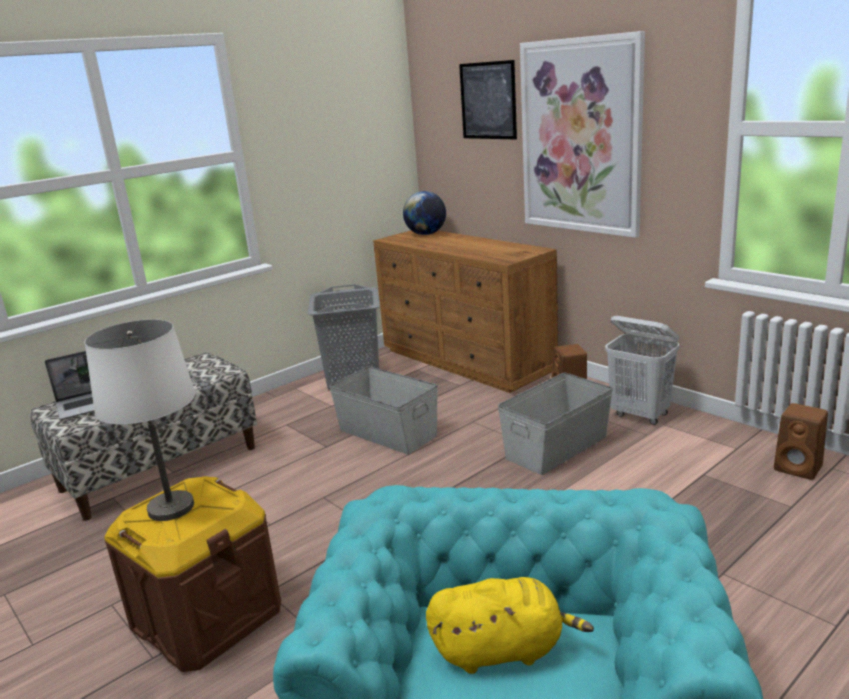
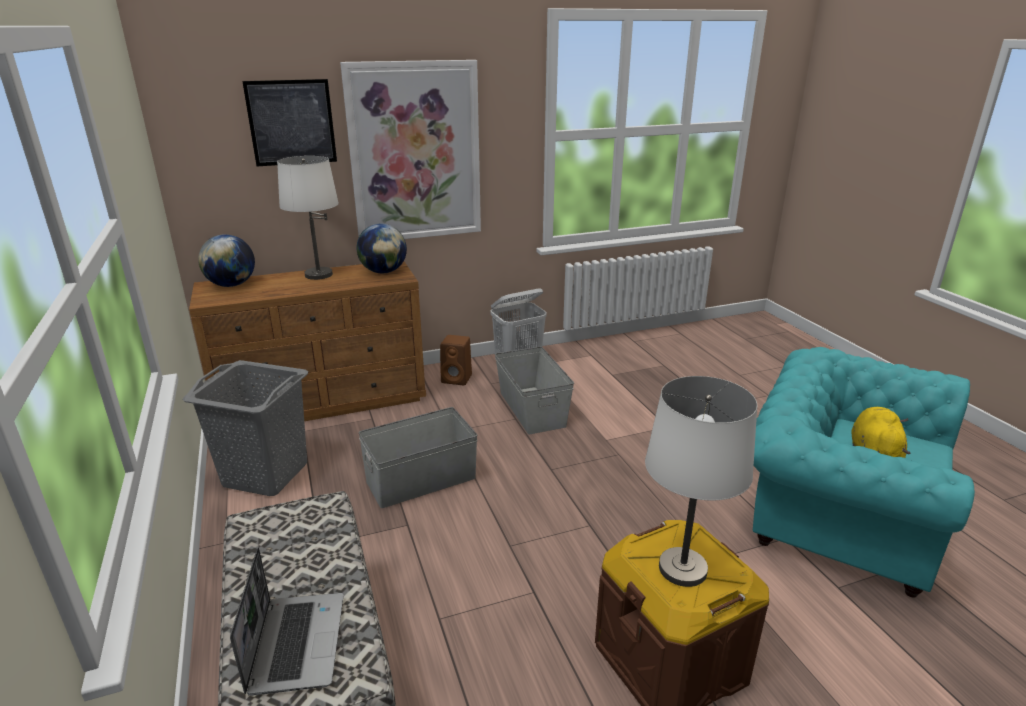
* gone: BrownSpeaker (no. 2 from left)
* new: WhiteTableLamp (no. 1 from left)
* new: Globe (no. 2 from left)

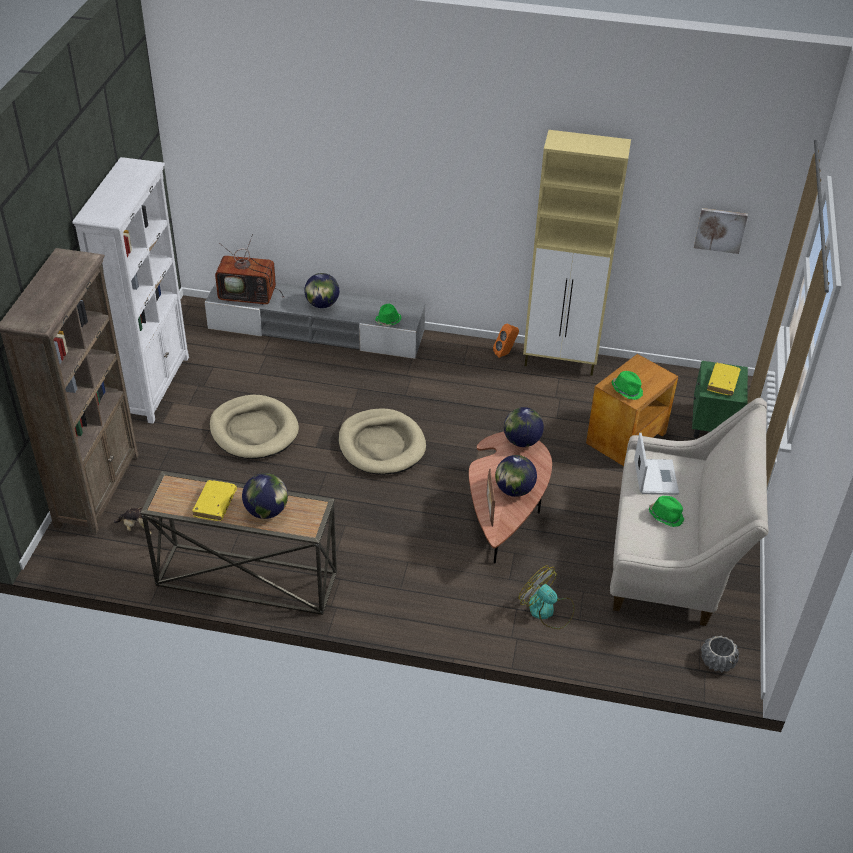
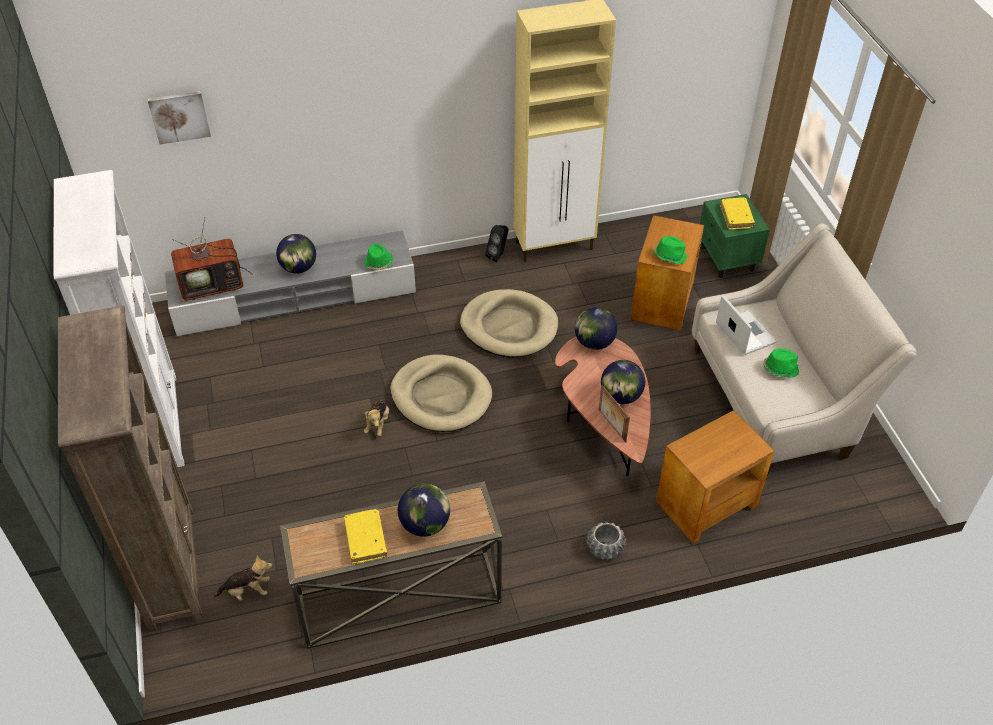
* new: PlushToy (no. 2 from left)
* shifted: BeigeDogBed (no. 1 from left in the first image) to BeigeDogBed (no. 2 from left)
* shifted: Picture
* shifted: GreyPlanter
* swapped: Fan to BrownSideTable (no. 2 from left)
* repainted: OrangeSpeaker to BlackSpeaker

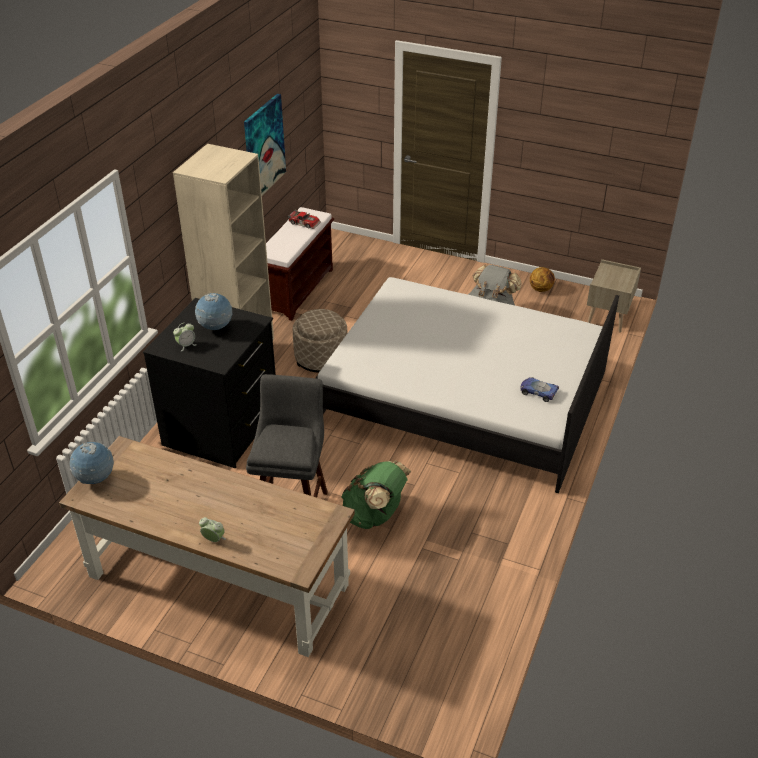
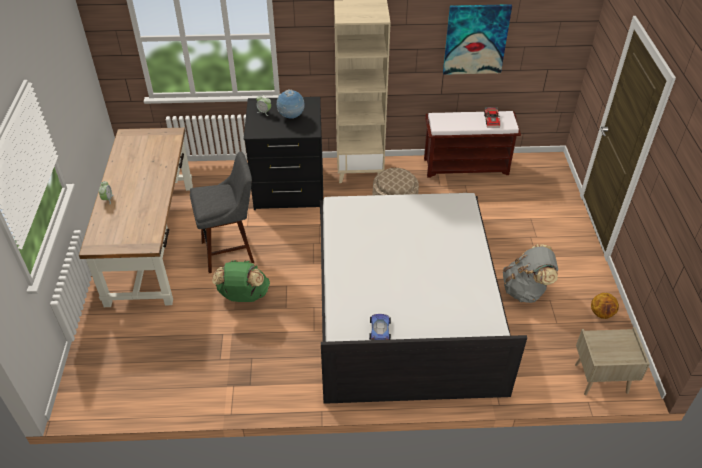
* gone: Globe (no. 1 from left)

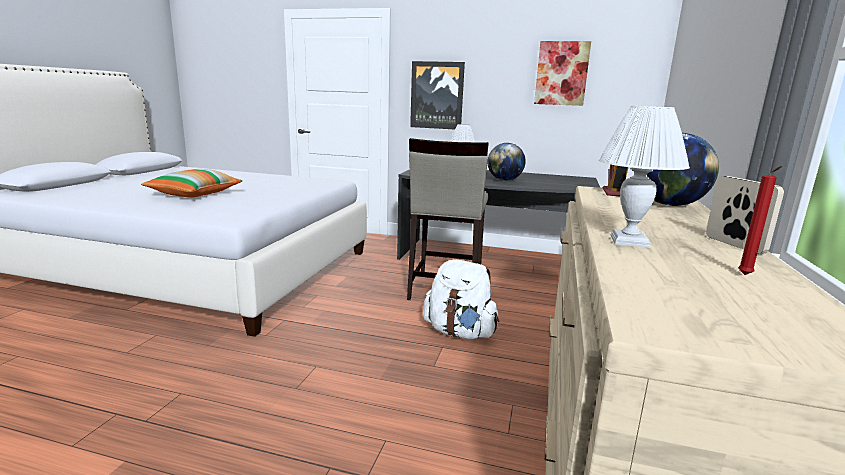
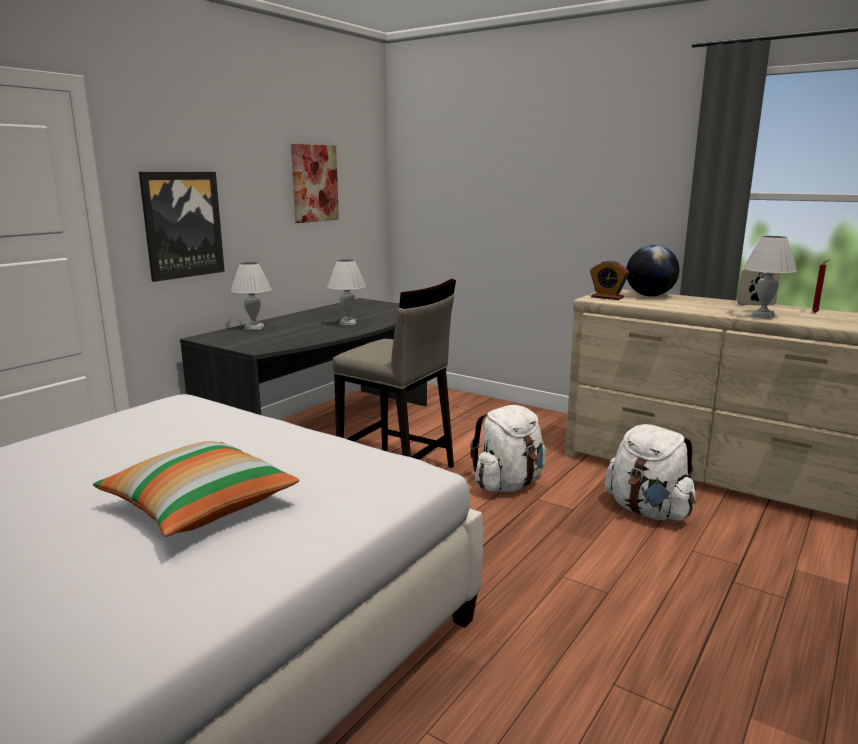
* new: WhiteBackpack (no. 2 from left)
* swapped: Globe (no. 1 from left) to WhiteTableLamp (no. 2 from left)

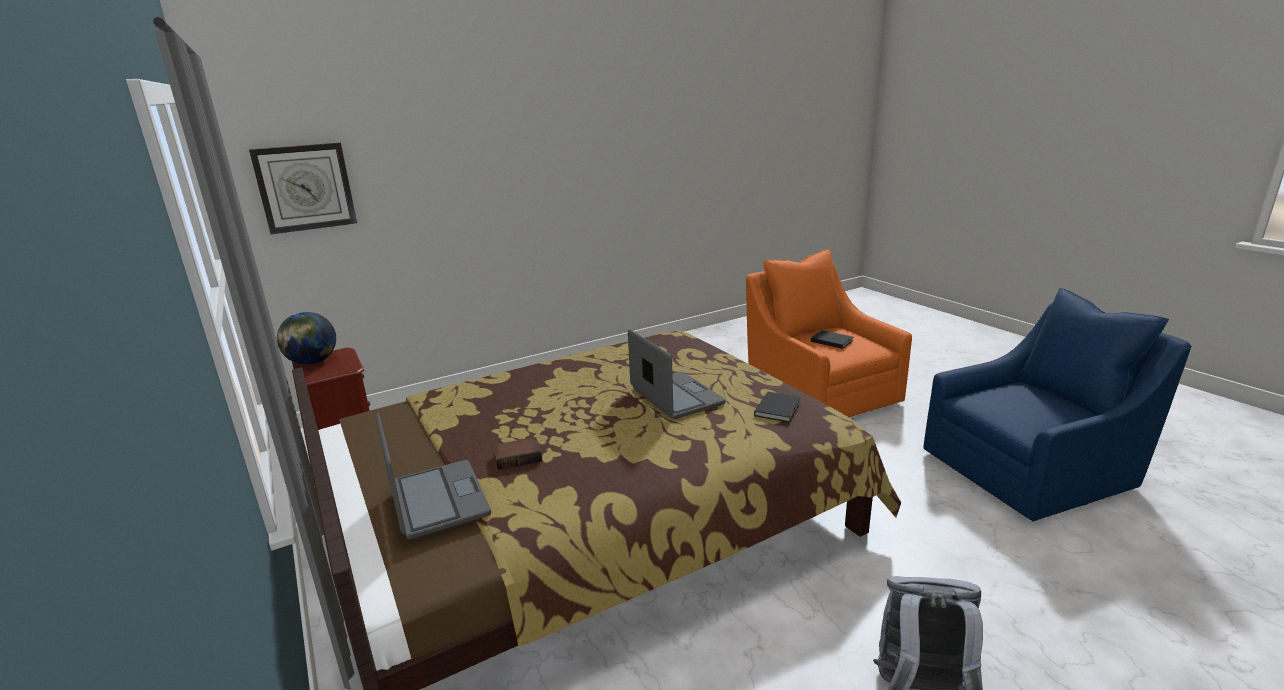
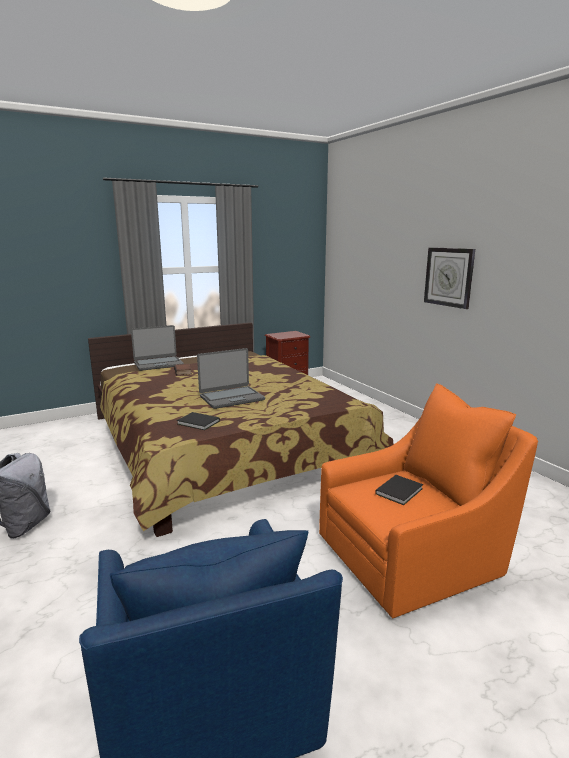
* gone: Globe
* shifted: WallClock

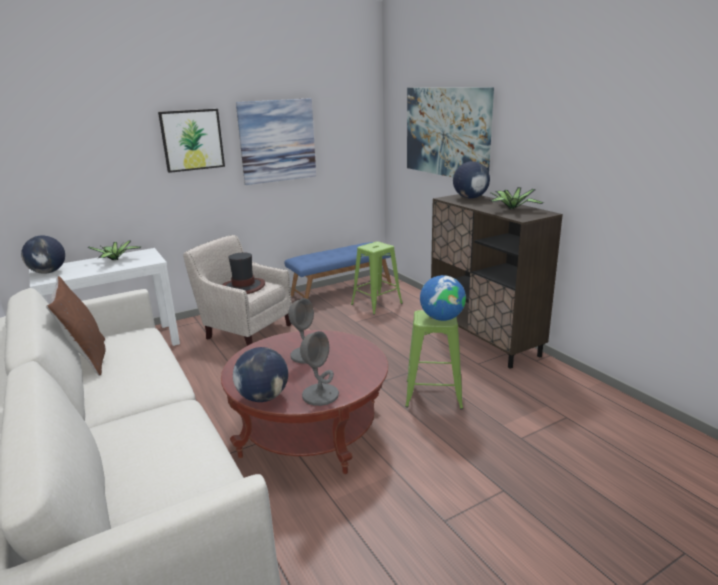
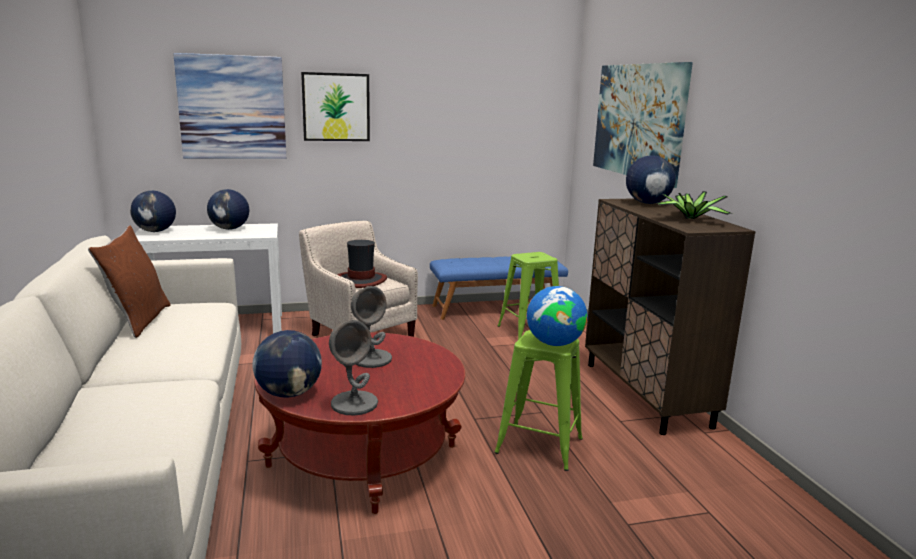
* shifted: Picture (no. 2 from left in the first image) to Picture (no. 1 from left)
* swapped: PottedPlant (no. 1 from left) to Globe (no. 2 from left)

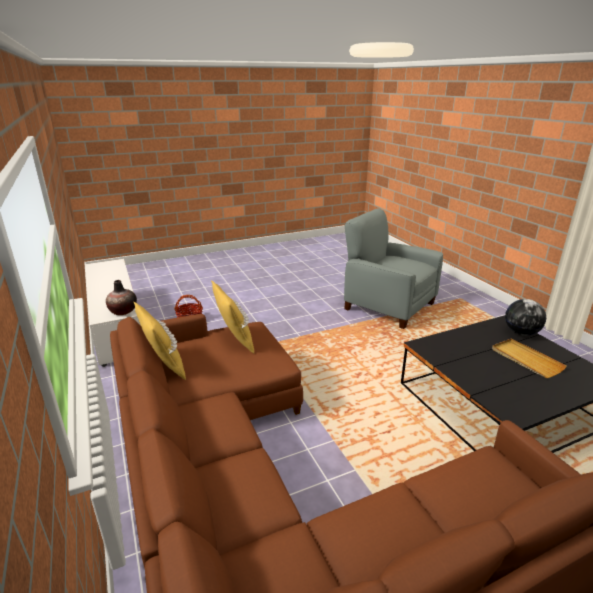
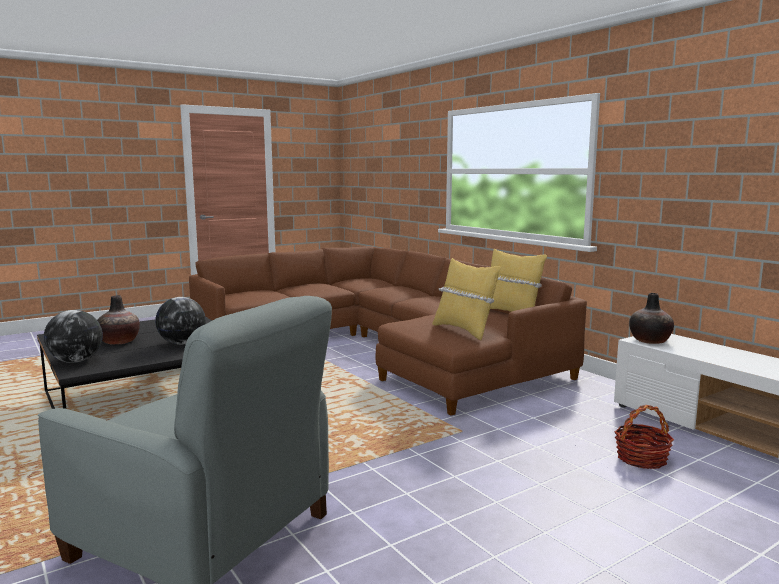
* new: Globe (no. 2 from left)
* swapped: BeigeTray to Vase (no. 1 from left)

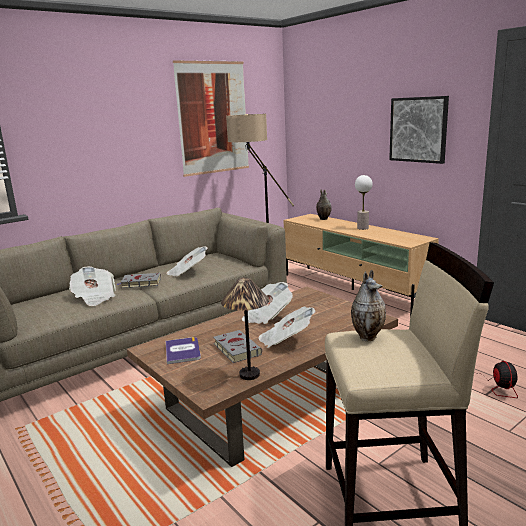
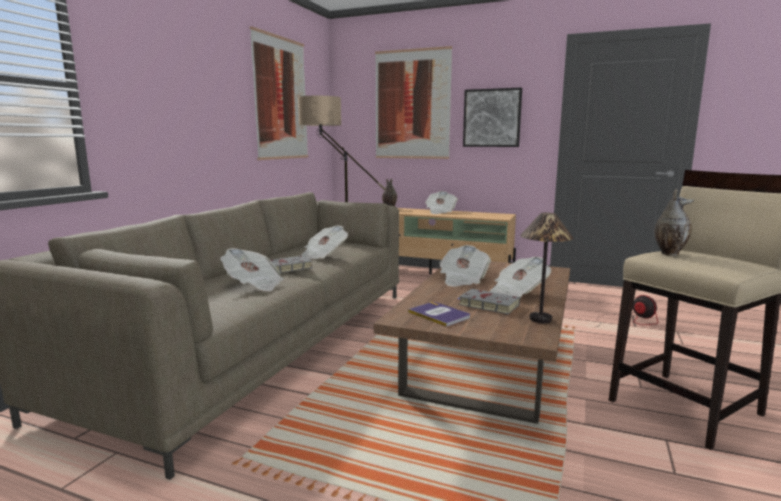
* new: Picture (no. 2 from left)
* swapped: TableLamp (no. 2 from left) to Newspaper (no. 3 from left)

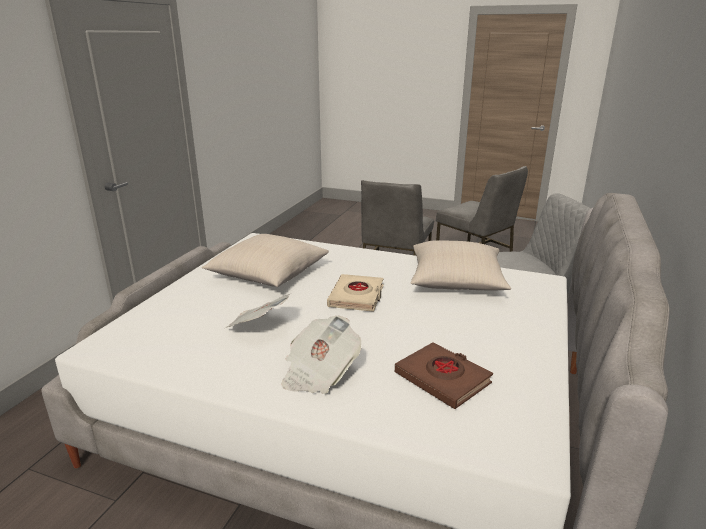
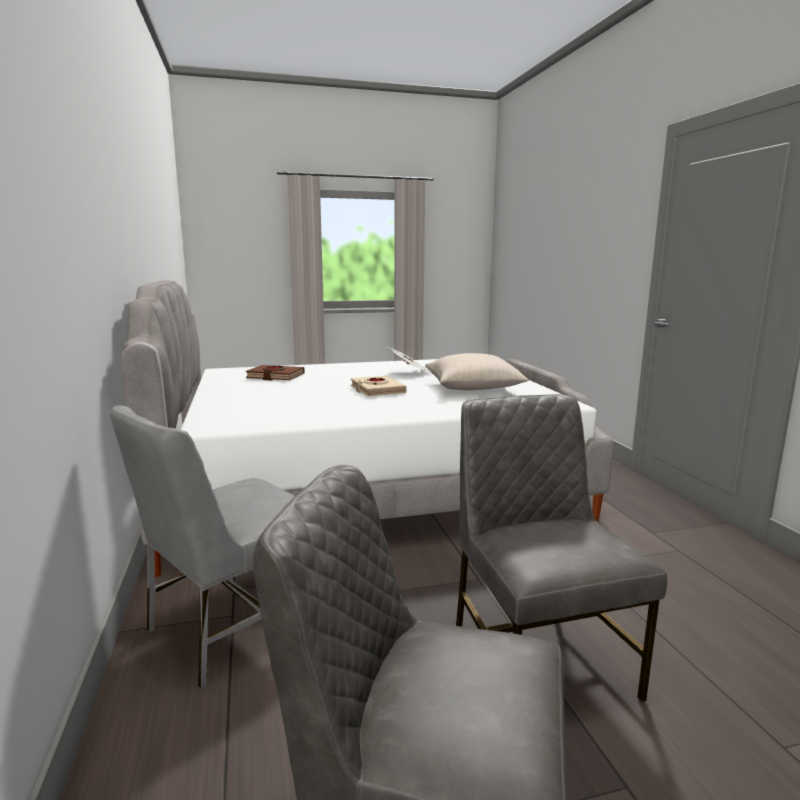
* gone: Newspaper (no. 2 from left)
* gone: BeigePillow (no. 2 from left)

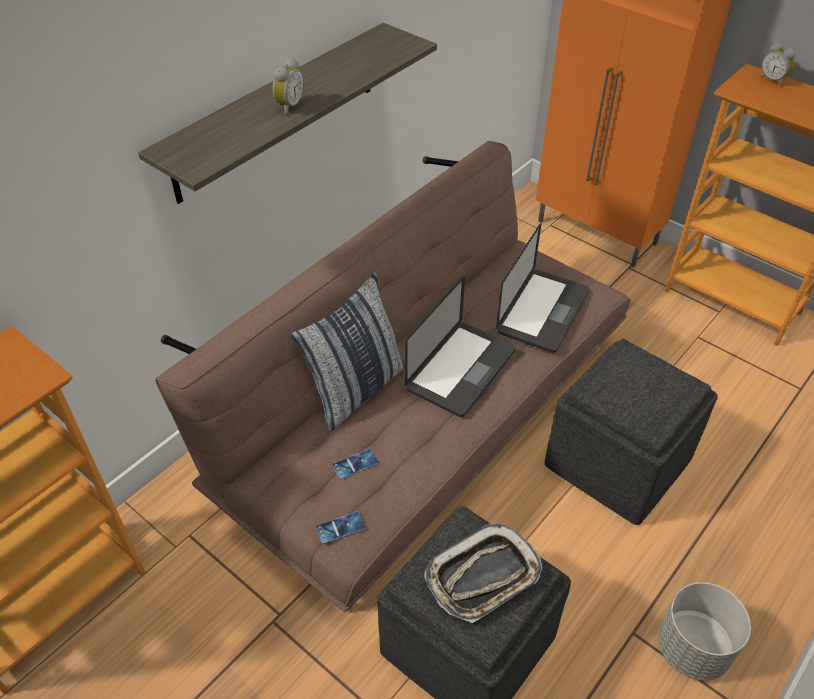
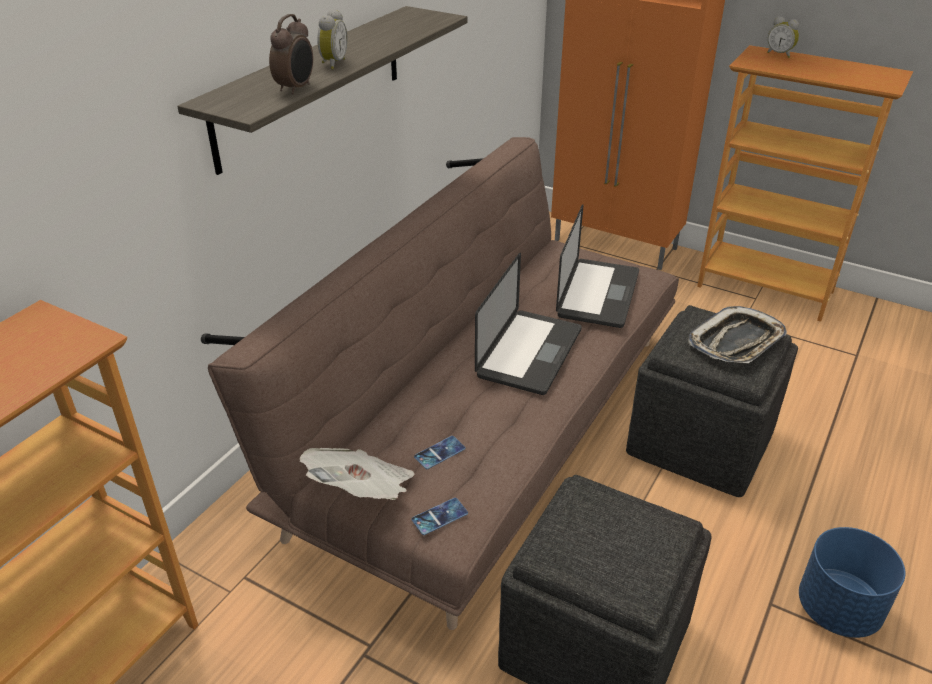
* gone: Pillow
* new: AlarmClock (no. 1 from left)
* new: Newspaper
* shifted: Tray
* repainted: GreyPlanter to BluePlanter

